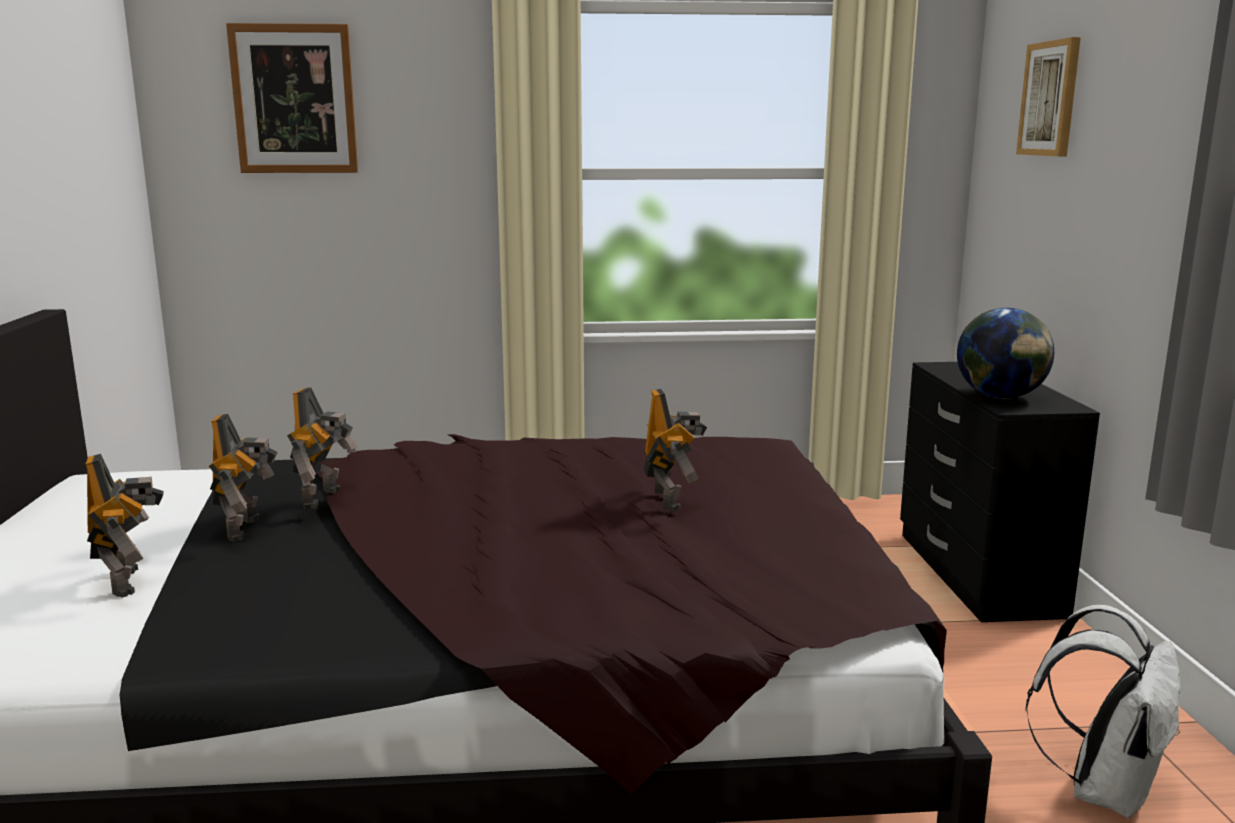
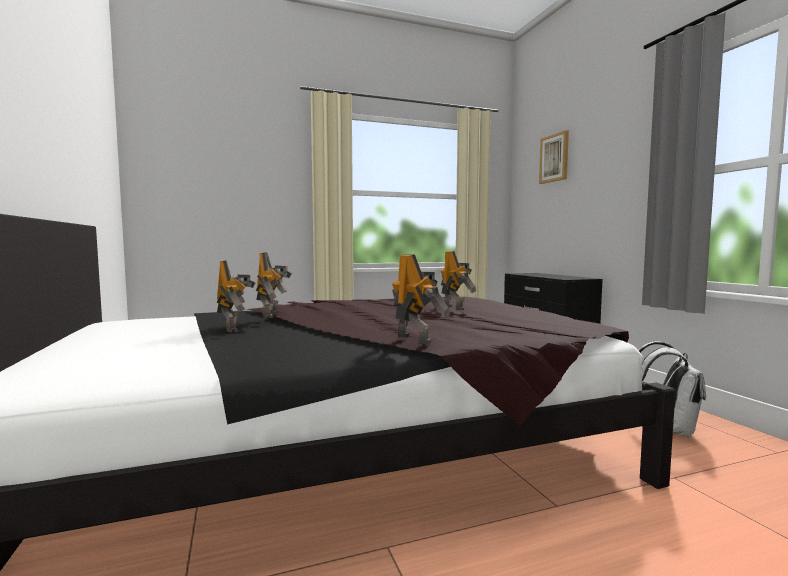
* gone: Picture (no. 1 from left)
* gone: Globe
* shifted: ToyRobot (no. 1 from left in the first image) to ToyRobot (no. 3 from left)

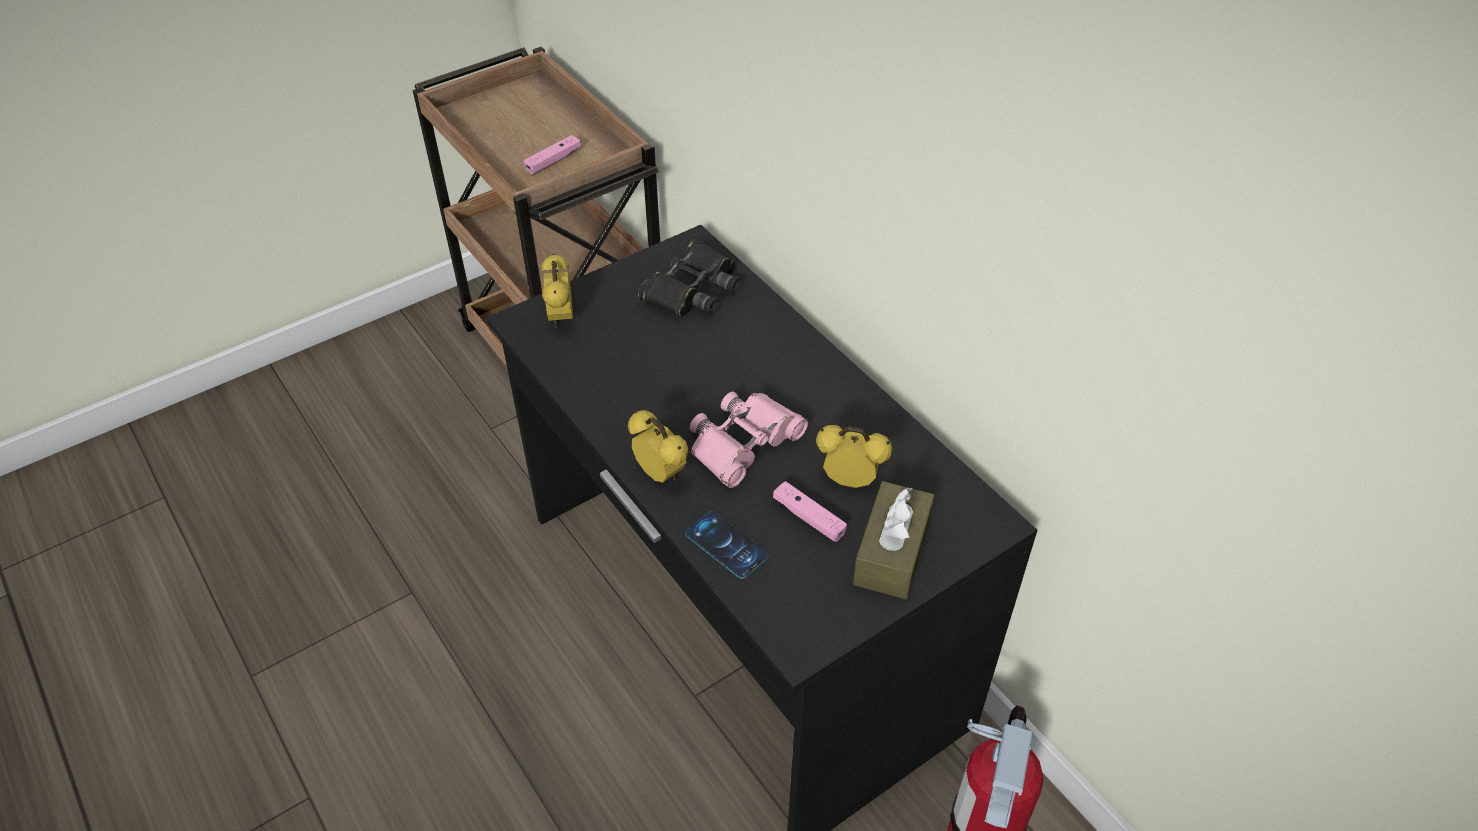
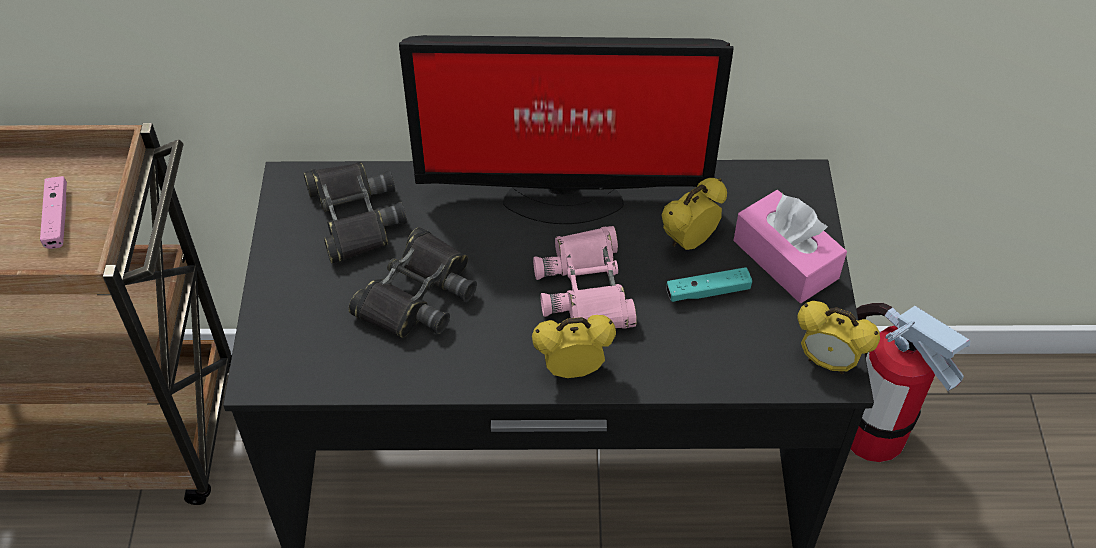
* gone: Phone
* new: BlackBinoculars (no. 2 from left)
* new: Monitor
* shifted: AlarmClock (no. 1 from left in the first image) to AlarmClock (no. 3 from left)
* repainted: PinkGameController (no. 2 from left) to TurquoiseGameController
* repainted: BrownTissueBox to PinkTissueBox

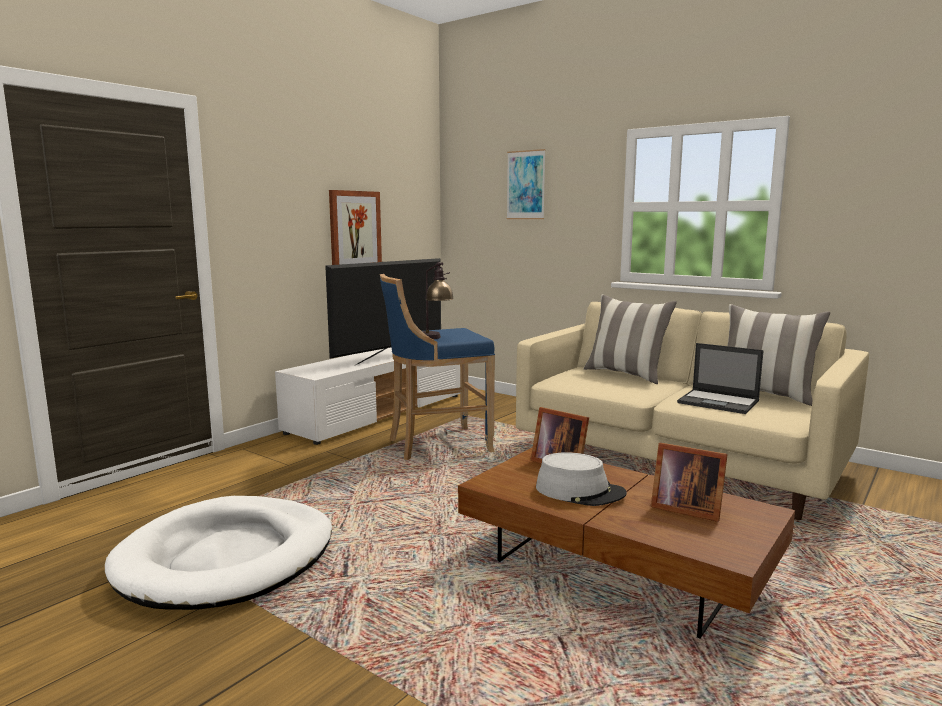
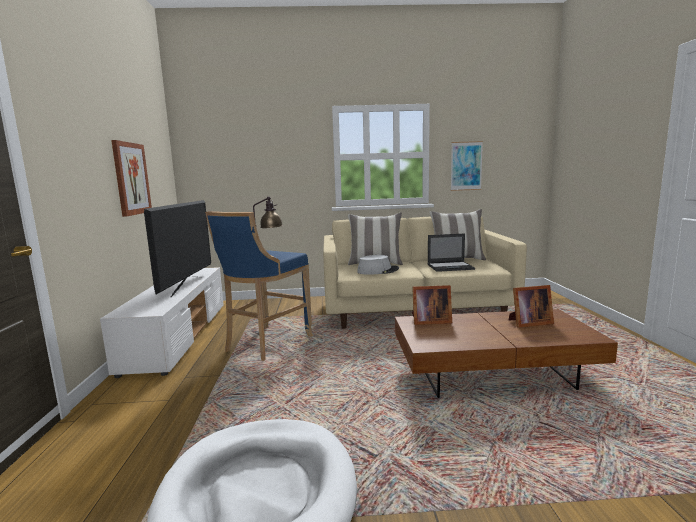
* shifted: Picture (no. 2 from left)
* shifted: GreyHat

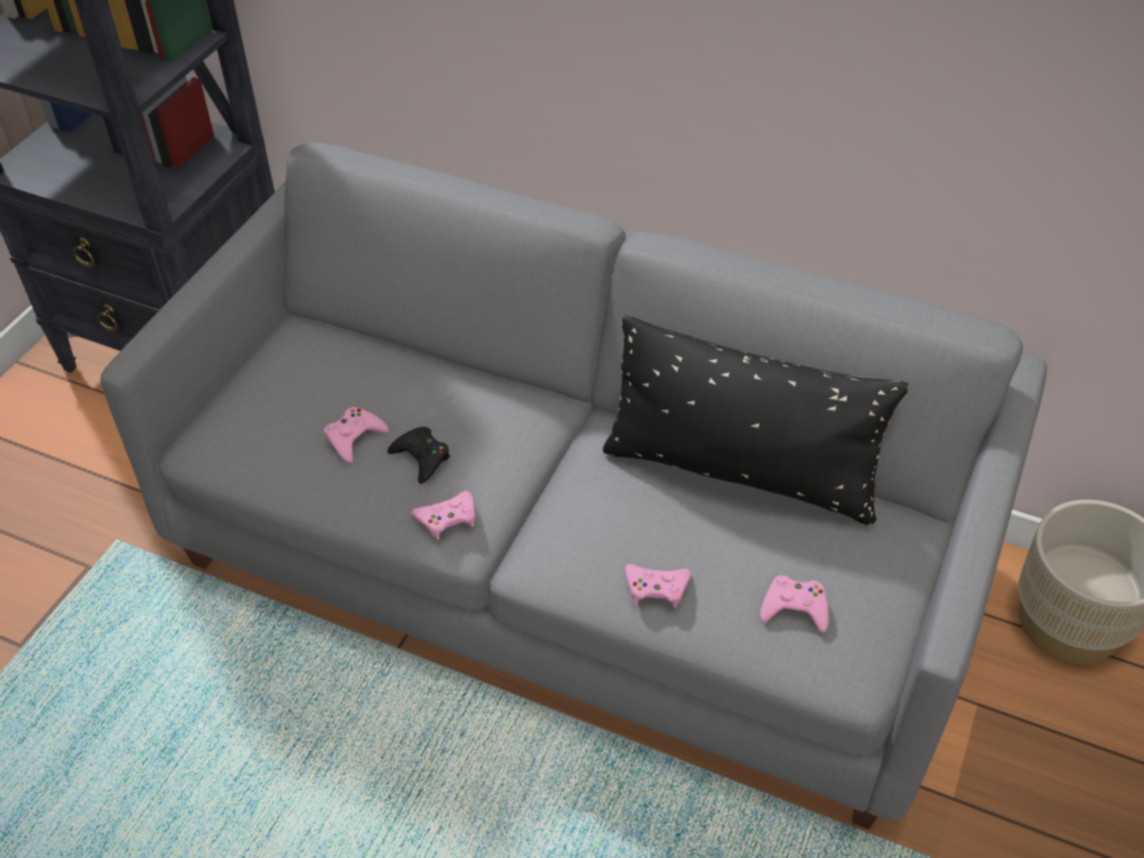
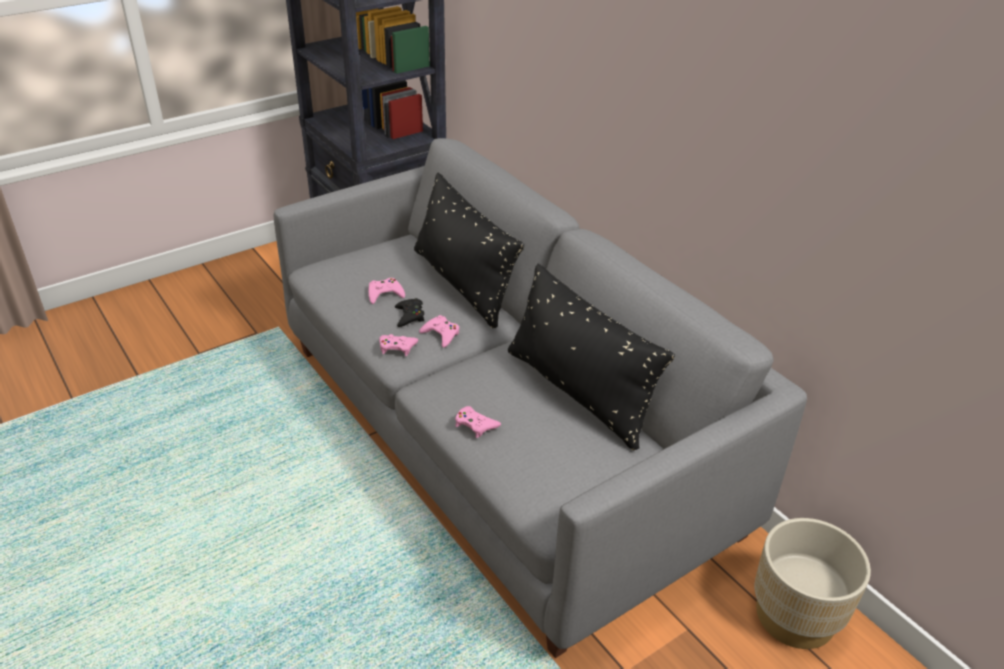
* new: BlackPillow (no. 1 from left)
* shifted: PinkGameController (no. 4 from left in the first image) to PinkGameController (no. 3 from left)

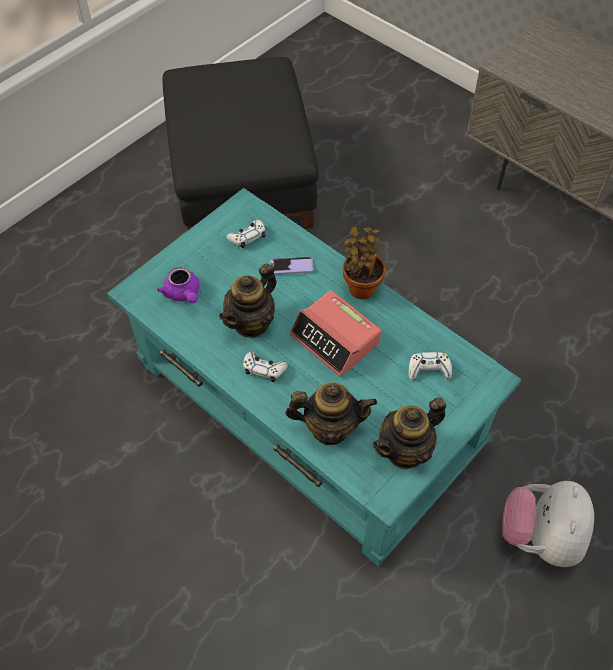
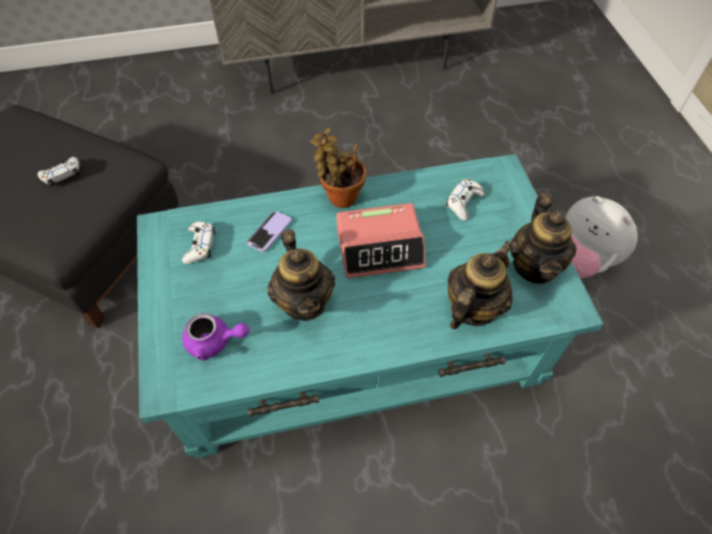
* shifted: WhiteGameController (no. 2 from left in the first image) to WhiteGameController (no. 1 from left)

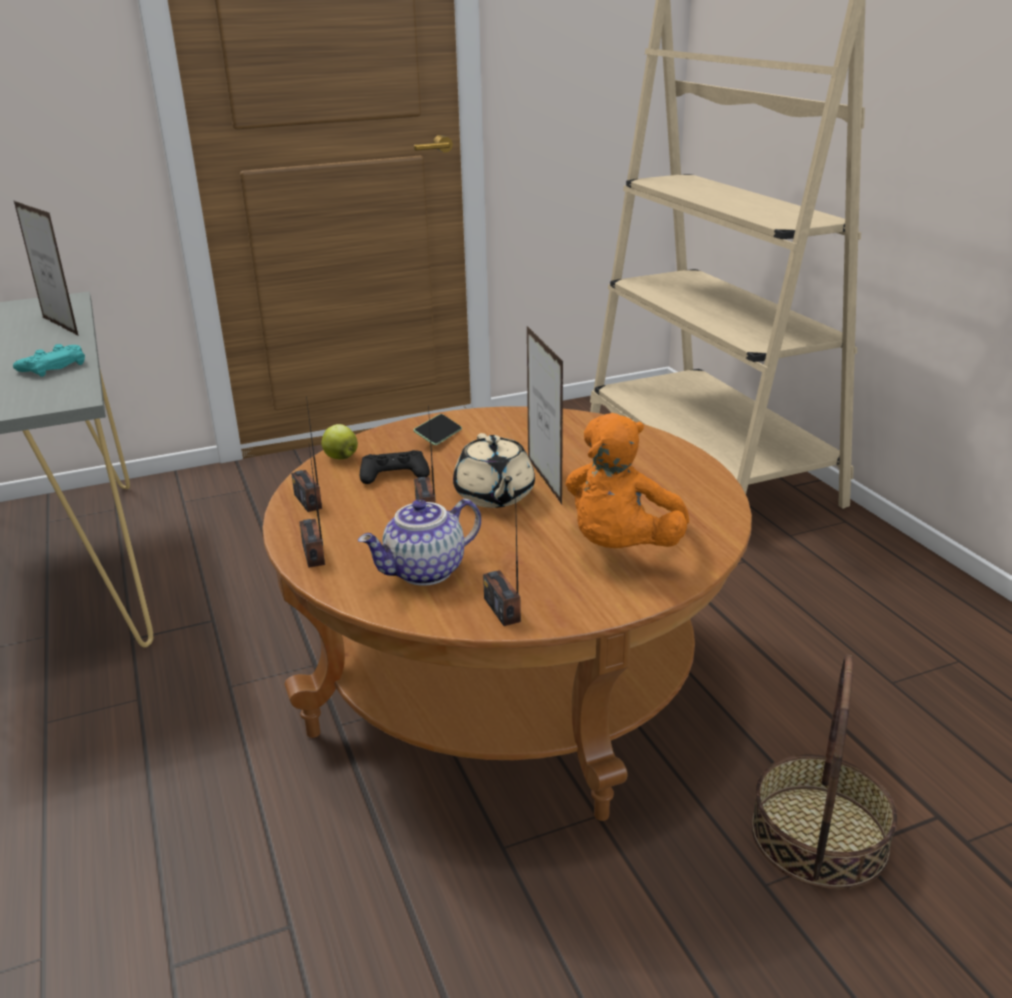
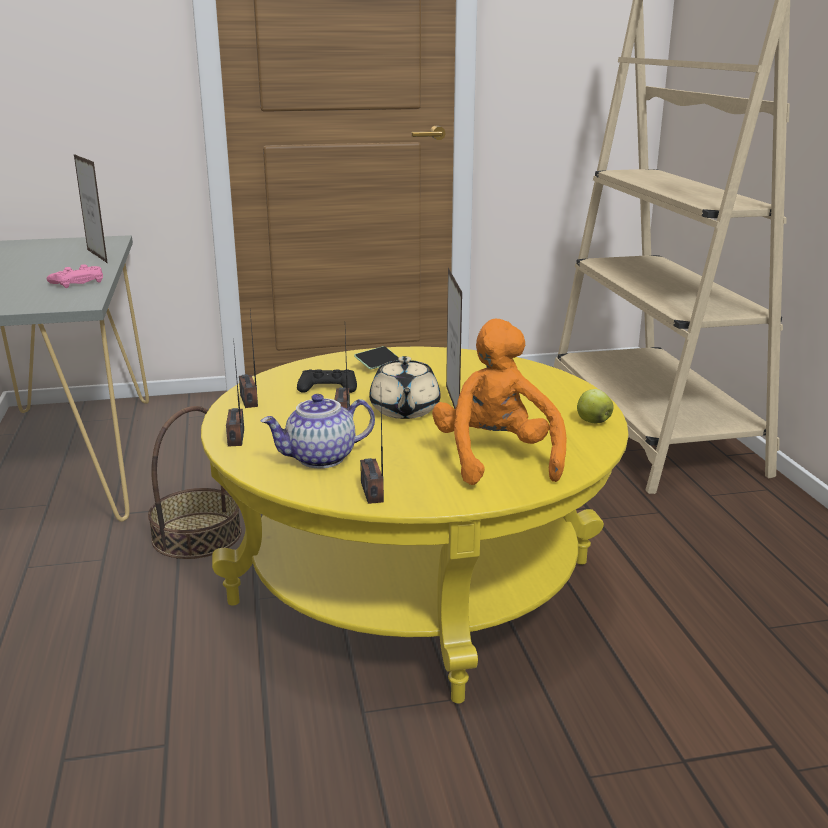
* shifted: Apple
* shifted: Basket
* repainted: TurquoiseGameController to PinkGameController
* repainted: BrownCoffeeTable to YellowCoffeeTable
* rotated: OrangePlushToy 135 degrees clockwise

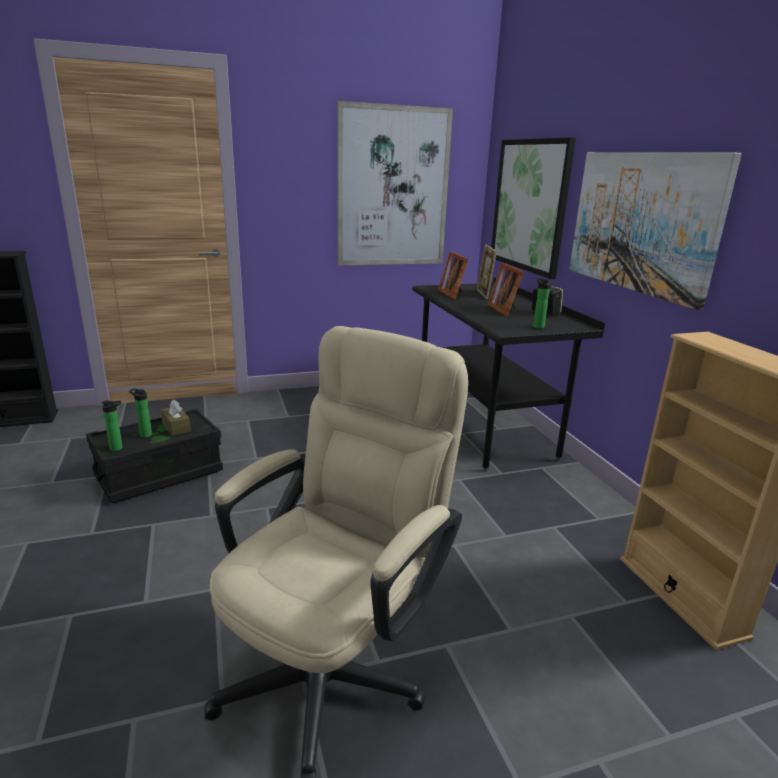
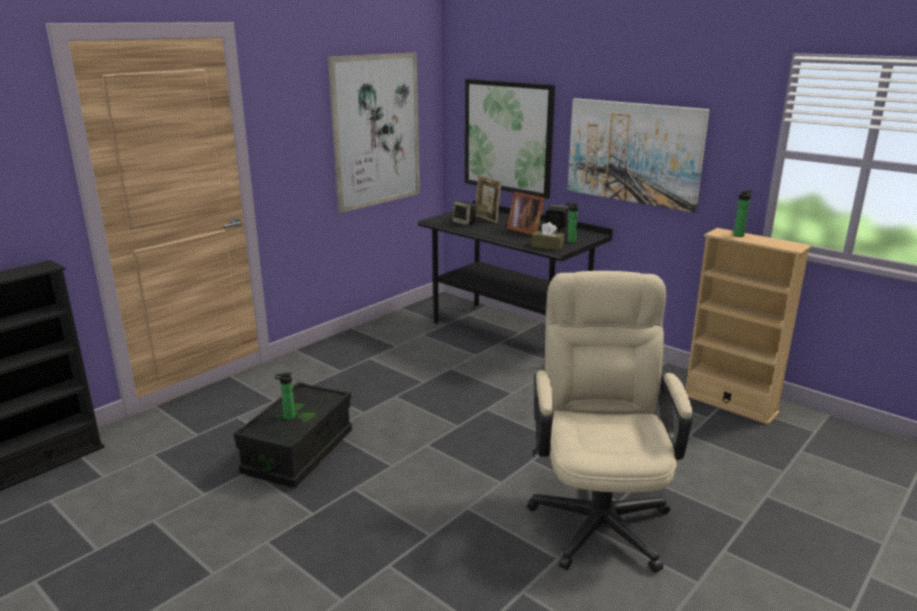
* shifted: Bottle (no. 1 from left in the first image) to Bottle (no. 3 from left)
* shifted: BrownTissueBox
* swapped: PictureFrame (no. 1 from left) to Speaker (no. 1 from left)

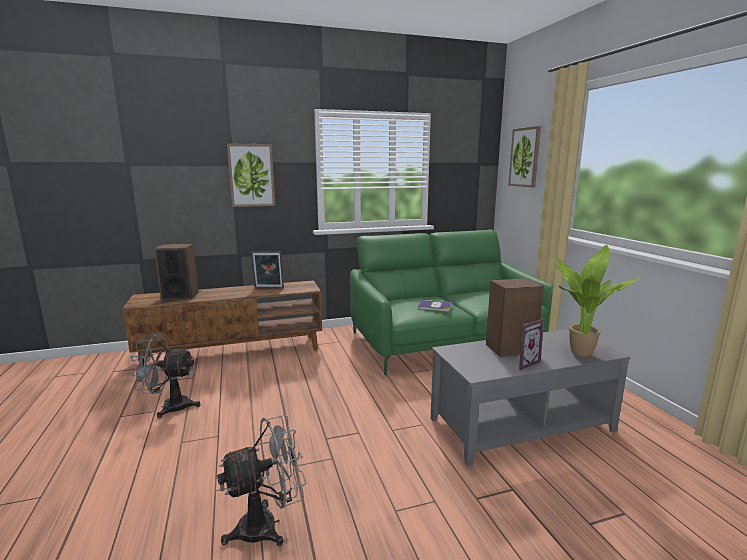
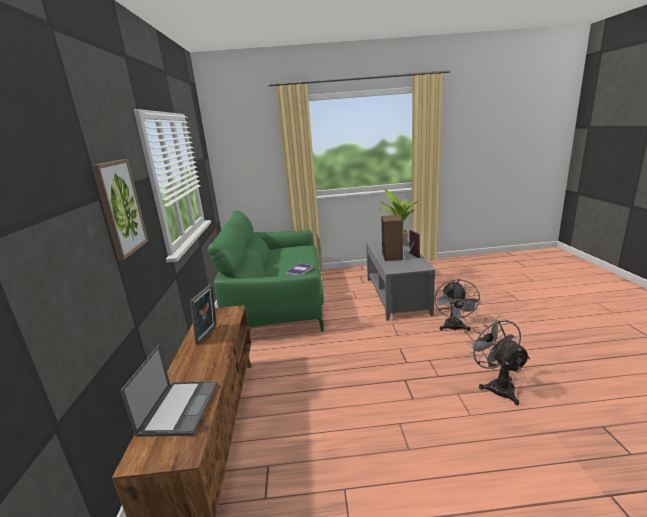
* gone: Picture (no. 2 from left)
* shifted: GreyFan (no. 1 from left)
* swapped: Speaker (no. 1 from left) to Laptop

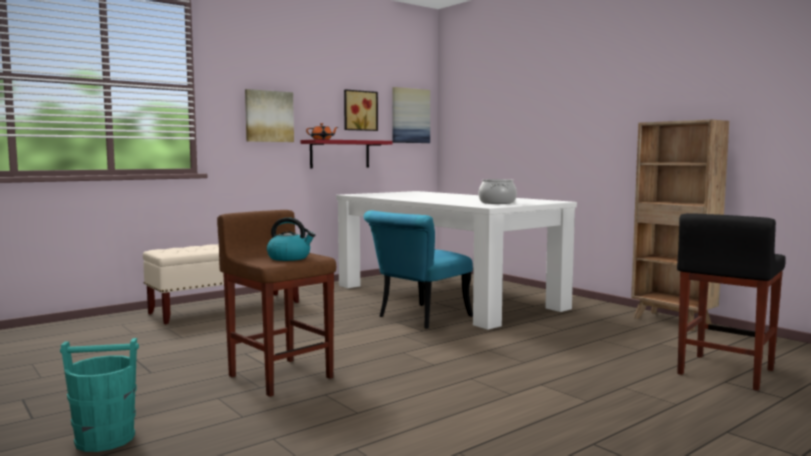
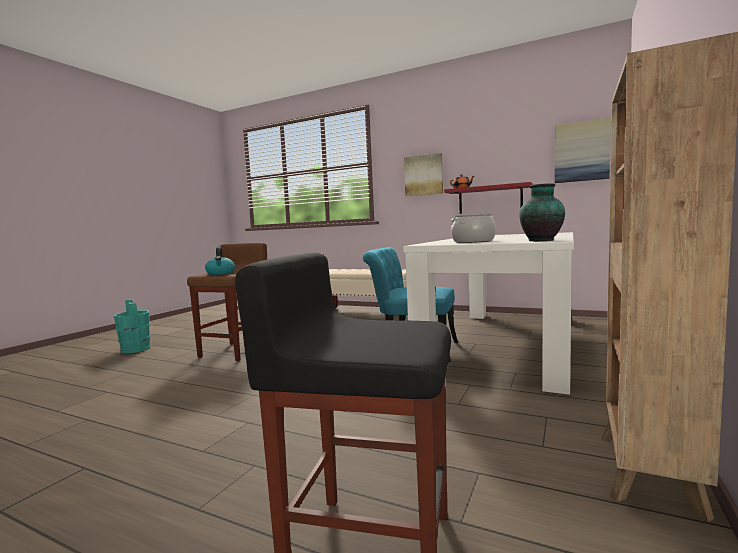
* gone: Picture (no. 2 from left)
* new: Vase

